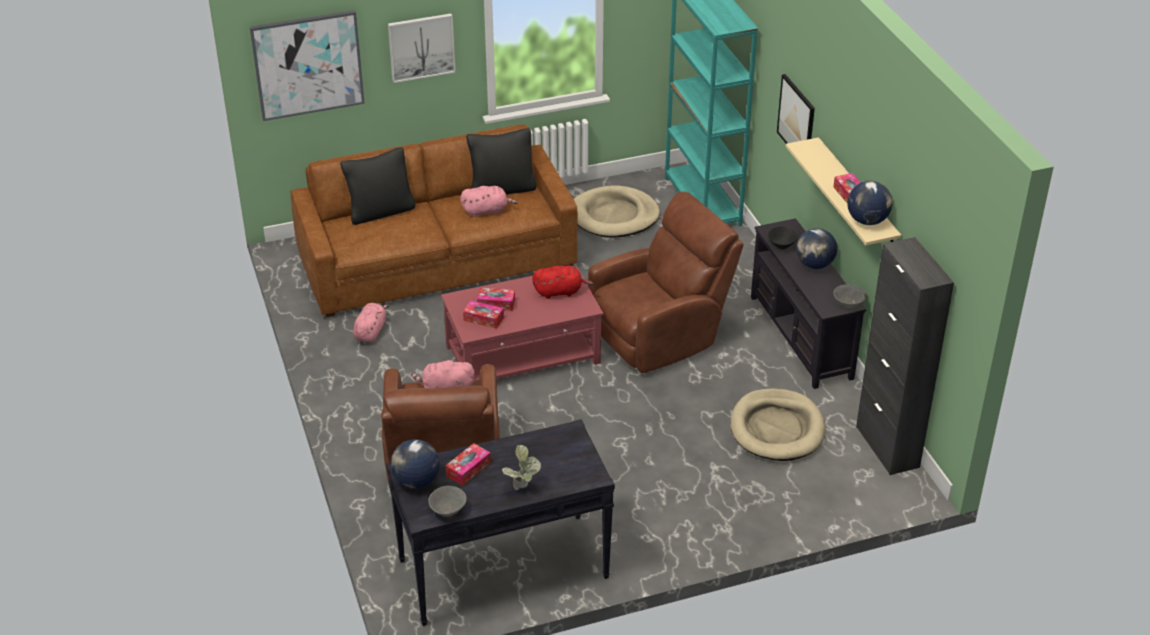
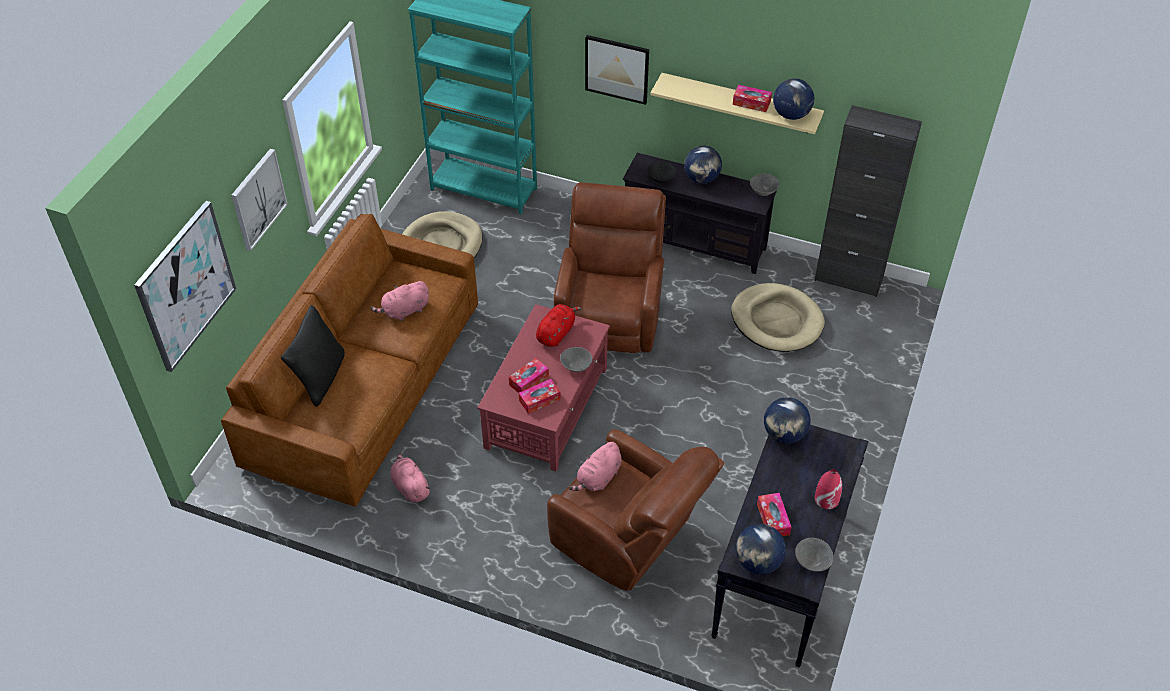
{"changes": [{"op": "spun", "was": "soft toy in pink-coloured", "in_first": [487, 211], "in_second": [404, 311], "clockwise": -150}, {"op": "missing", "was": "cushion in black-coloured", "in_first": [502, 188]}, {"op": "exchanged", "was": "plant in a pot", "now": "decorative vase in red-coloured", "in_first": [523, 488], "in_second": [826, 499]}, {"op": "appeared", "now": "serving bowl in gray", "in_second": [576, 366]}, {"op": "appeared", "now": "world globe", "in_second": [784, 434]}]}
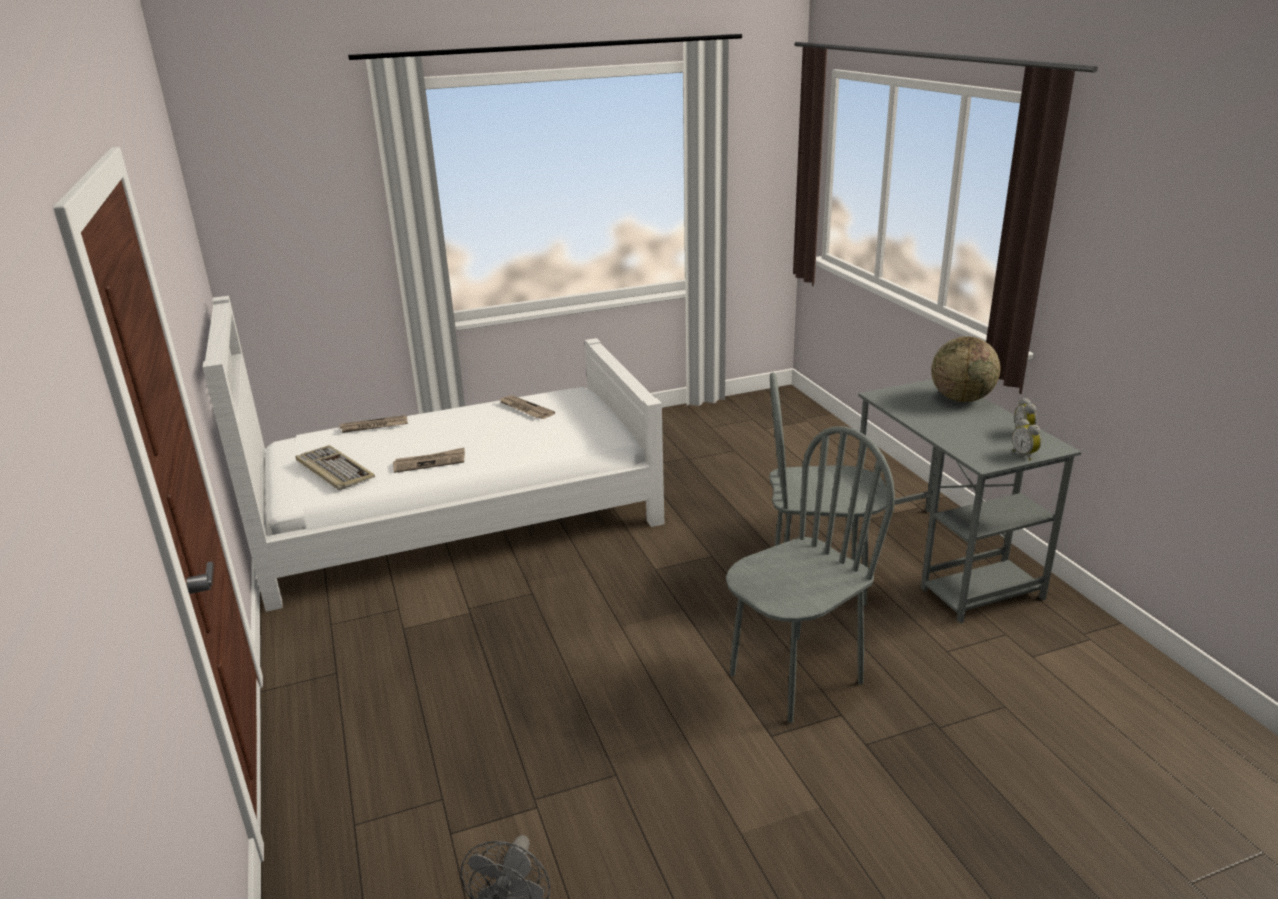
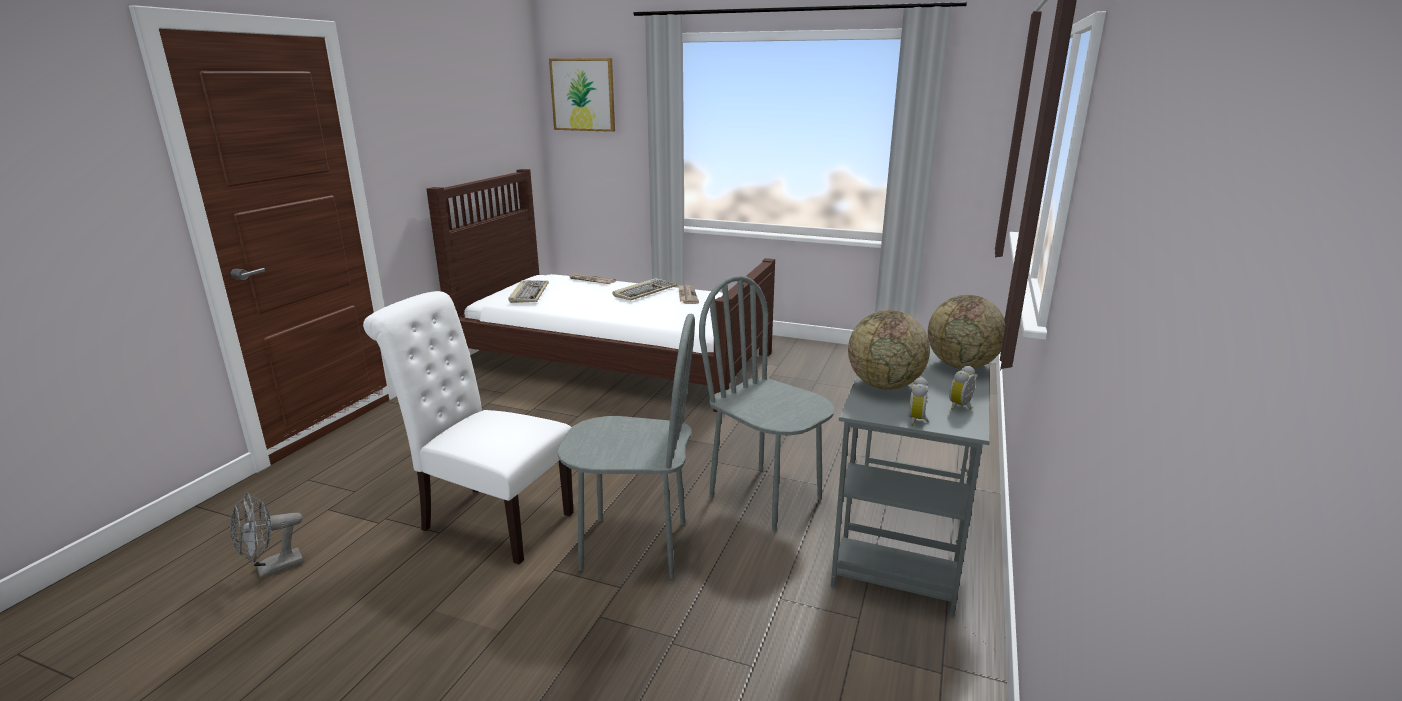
{"changes": [{"op": "colour", "was": "bed in whitish", "now": "bed in brownish", "in_first": [456, 516], "in_second": [614, 360]}, {"op": "missing", "was": "newspaper", "in_first": [430, 462]}, {"op": "appeared", "now": "upright chair in whitish", "in_second": [489, 519]}, {"op": "appeared", "now": "wall art", "in_second": [583, 95]}, {"op": "appeared", "now": "PC keyboard", "in_second": [644, 292]}, {"op": "appeared", "now": "world globe", "in_second": [884, 385]}]}
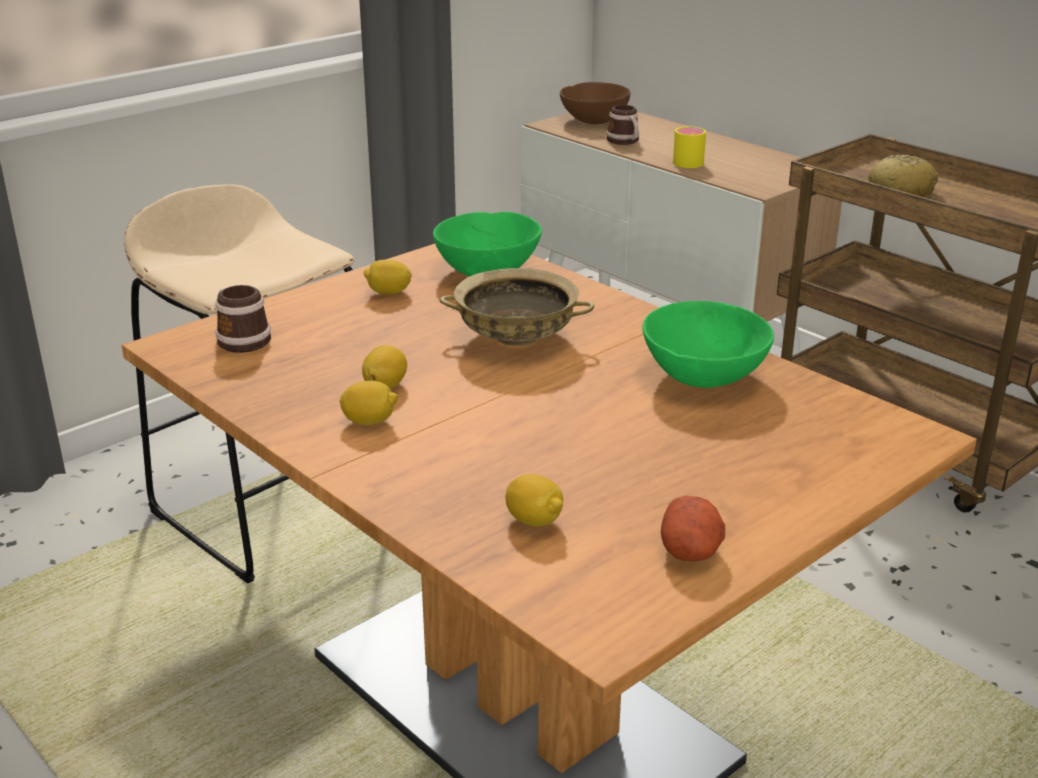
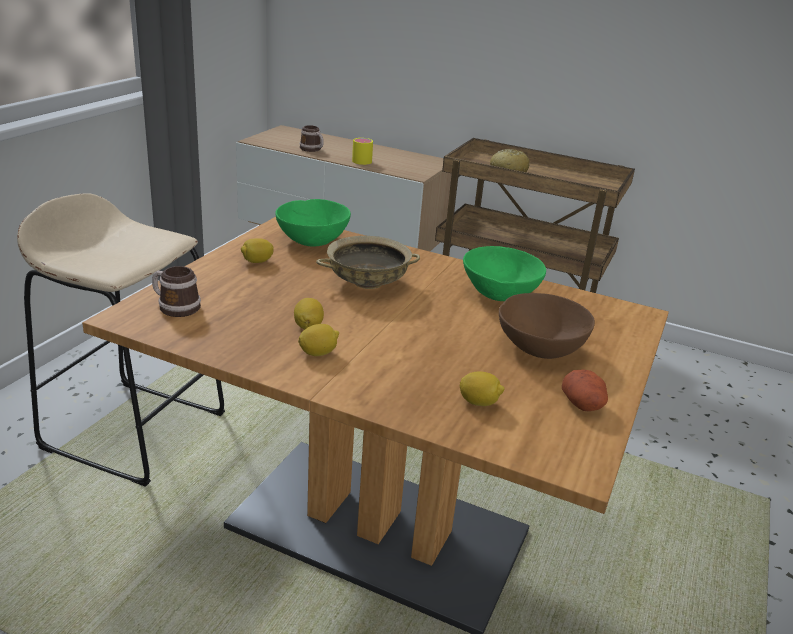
{"changes": [{"op": "relocated", "was": "serving bowl in brownish", "in_first": [594, 120], "in_second": [540, 348]}]}
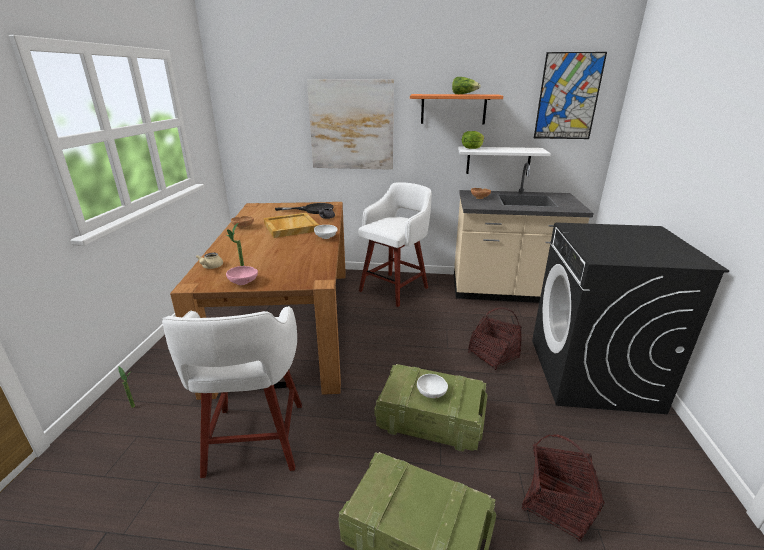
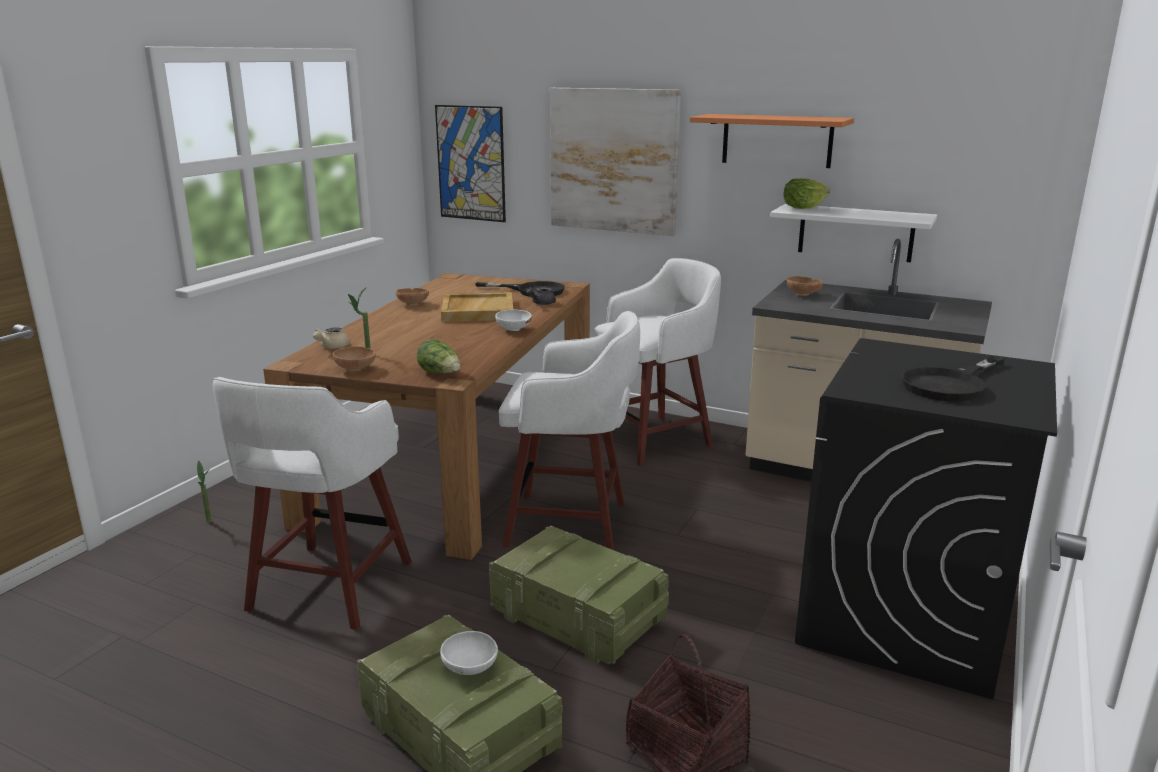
{"changes": [{"op": "colour", "was": "serving bowl in pink-coloured", "now": "serving bowl in brownish", "in_first": [244, 283], "in_second": [356, 370]}, {"op": "relocated", "was": "serving bowl in whitish", "in_first": [432, 394], "in_second": [470, 669]}, {"op": "relocated", "was": "lettuce", "in_first": [464, 94], "in_second": [441, 373]}, {"op": "missing", "was": "storage basket", "in_first": [493, 355]}, {"op": "relocated", "was": "wall art", "in_first": [568, 97], "in_second": [471, 163]}, {"op": "appeared", "now": "stool seat in whitish", "in_second": [571, 524]}, {"op": "appeared", "now": "pan in black-coloured", "in_second": [950, 384]}]}
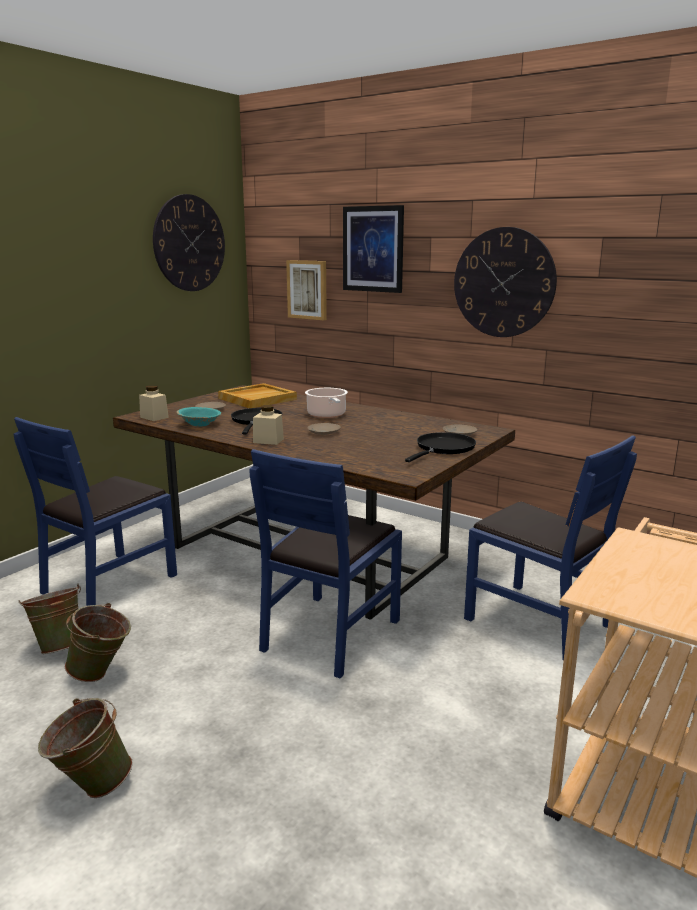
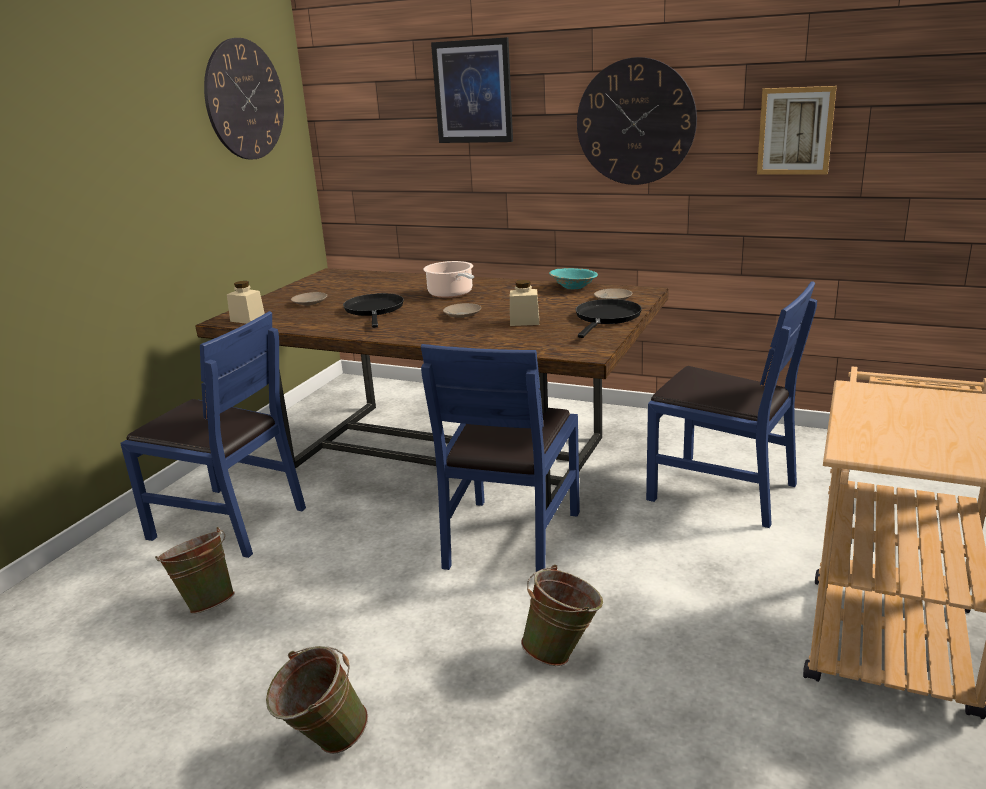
{"changes": [{"op": "spun", "was": "upright chair in bluish", "in_first": [109, 582], "in_second": [228, 522], "clockwise": -90}, {"op": "relocated", "was": "water bucket in greenish", "in_first": [102, 674], "in_second": [563, 653]}, {"op": "relocated", "was": "serving bowl in turquoise", "in_first": [199, 424], "in_second": [573, 287]}, {"op": "missing", "was": "tray in beige-coloured", "in_first": [257, 398]}, {"op": "relocated", "was": "preserve jar in beige-coloured", "in_first": [268, 441], "in_second": [524, 321]}, {"op": "relocated", "was": "wall art", "in_first": [307, 289], "in_second": [795, 131]}]}
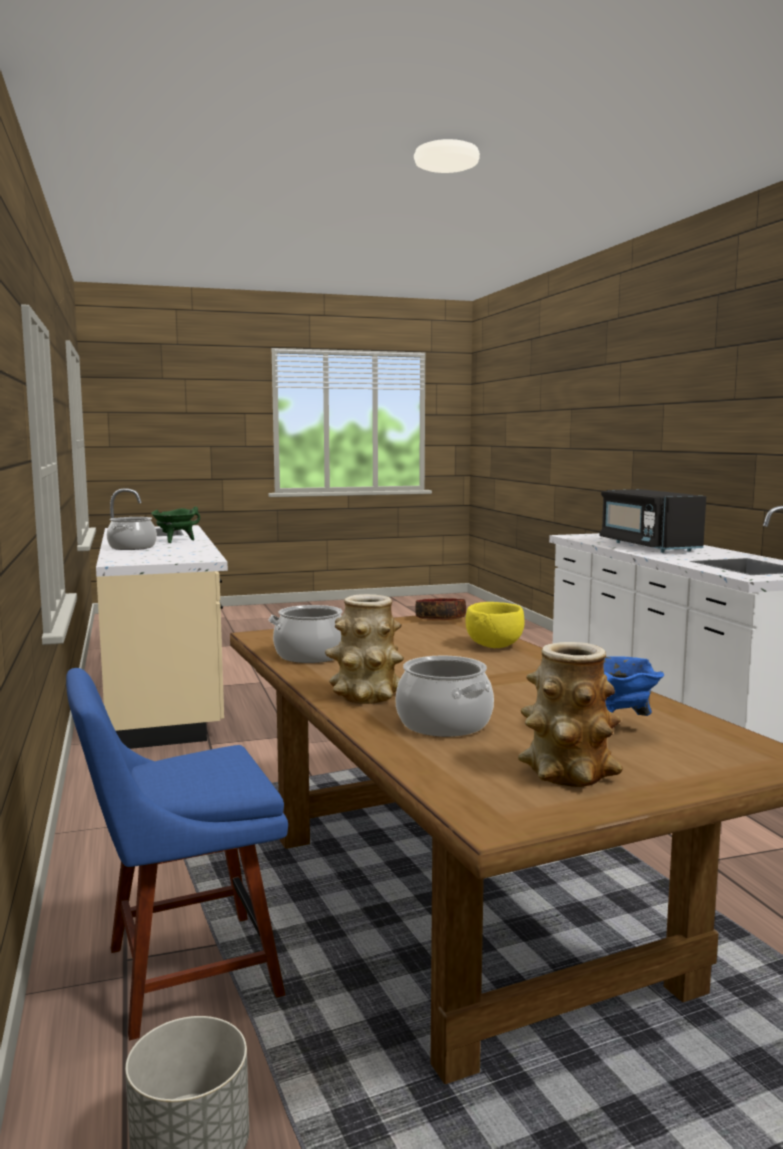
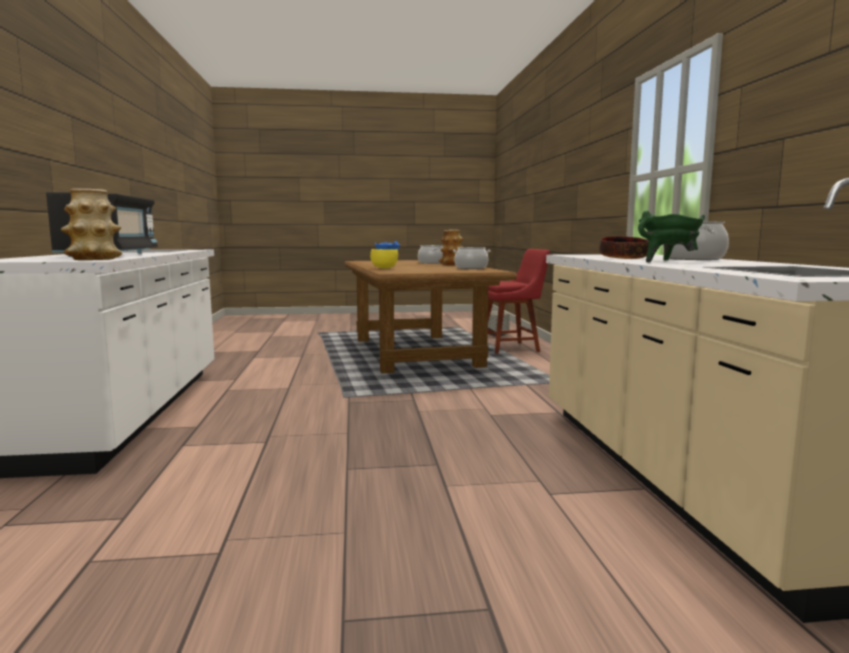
{"changes": [{"op": "colour", "was": "upright chair in bluish", "now": "upright chair in red-coloured", "in_first": [182, 974], "in_second": [512, 348]}, {"op": "relocated", "was": "serving bowl", "in_first": [441, 619], "in_second": [622, 258]}, {"op": "relocated", "was": "decorative vase", "in_first": [568, 773], "in_second": [94, 259]}]}
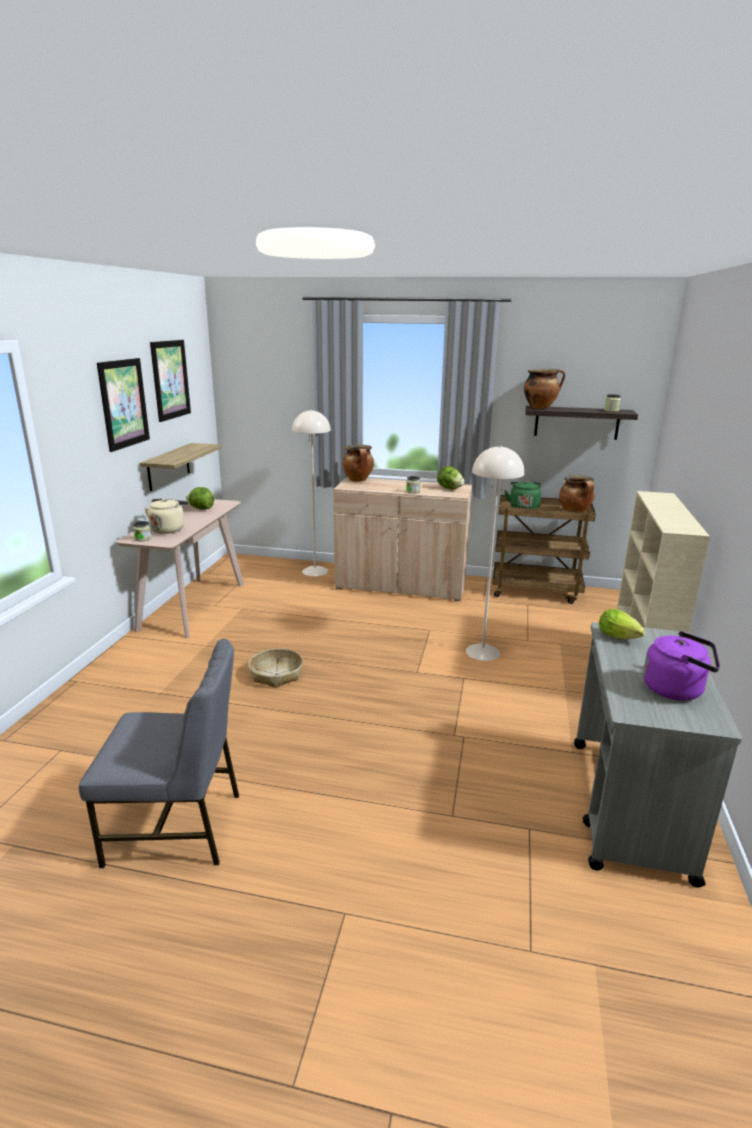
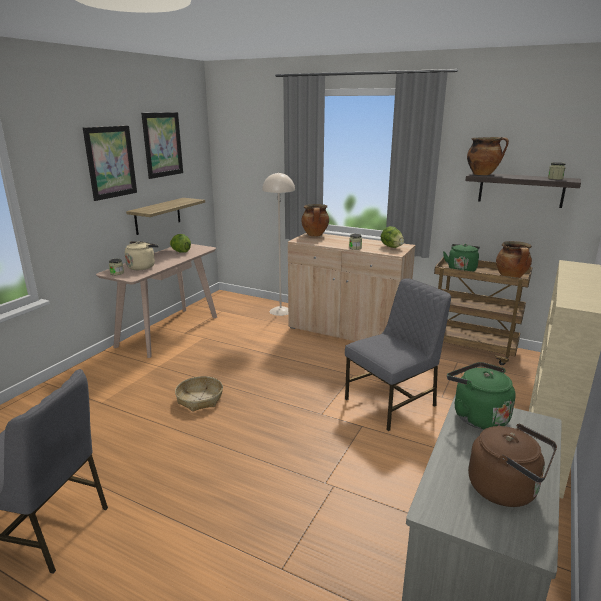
{"changes": [{"op": "exchanged", "was": "standard lamp in beige-coloured", "now": "upright chair in gray", "in_first": [483, 652], "in_second": [392, 402]}, {"op": "exchanged", "was": "lettuce", "now": "tea kettle in greenish", "in_first": [620, 638], "in_second": [477, 416]}, {"op": "colour", "was": "tea kettle in purple-coloured", "now": "tea kettle in brownish", "in_first": [676, 689], "in_second": [506, 489]}]}
